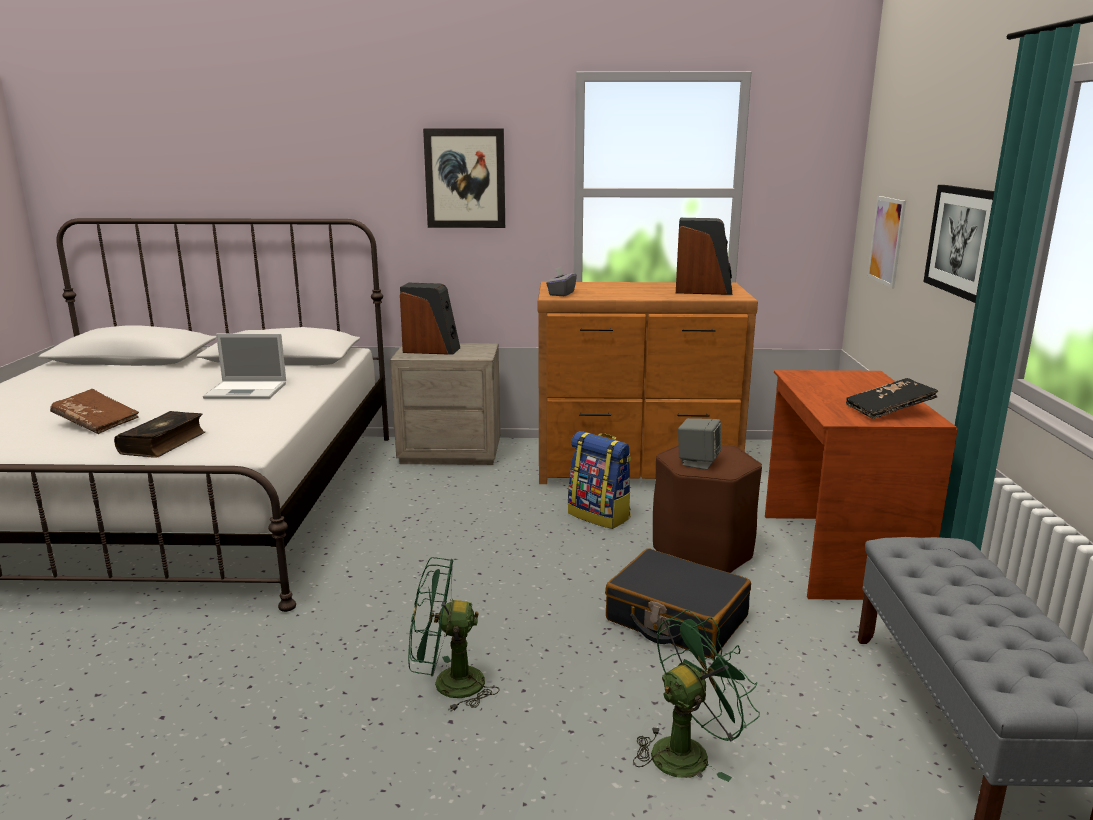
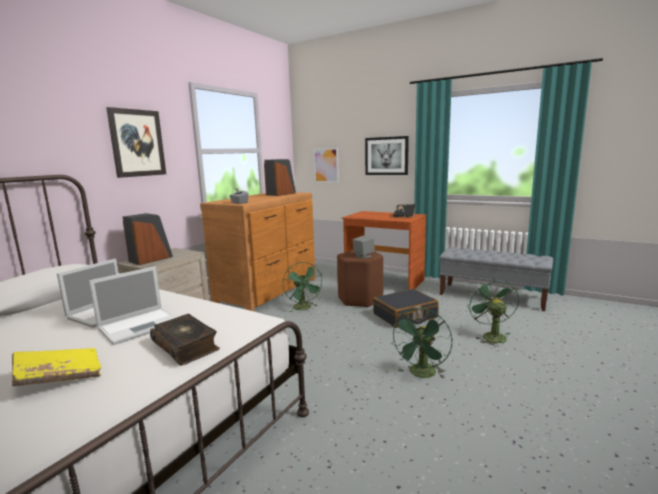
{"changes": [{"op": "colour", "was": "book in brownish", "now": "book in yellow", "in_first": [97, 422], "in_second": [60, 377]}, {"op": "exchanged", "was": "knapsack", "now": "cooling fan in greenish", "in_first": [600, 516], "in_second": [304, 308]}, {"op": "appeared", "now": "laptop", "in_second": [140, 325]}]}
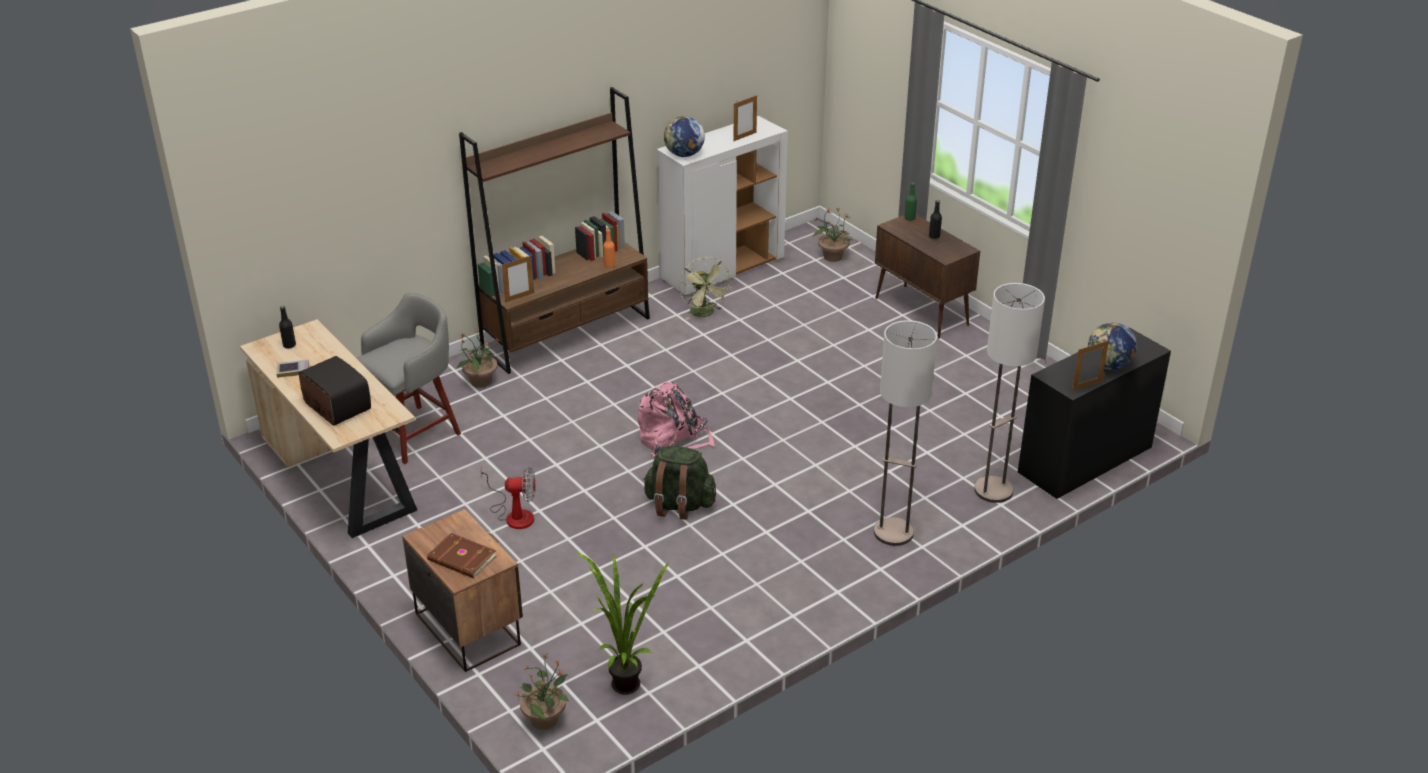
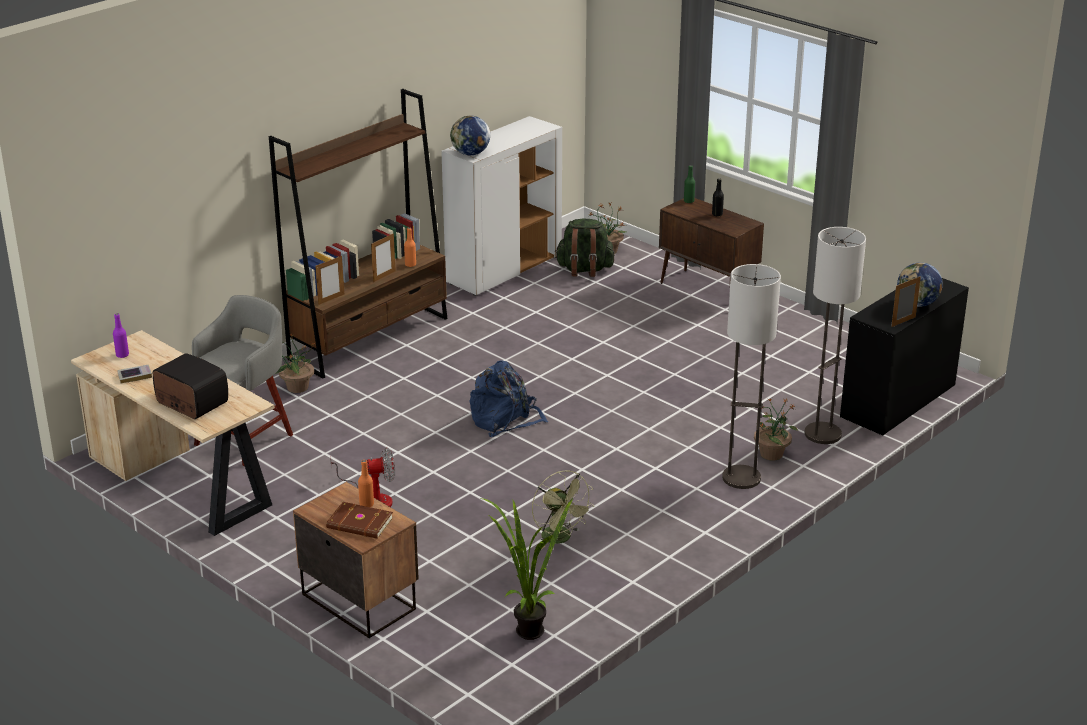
{"changes": [{"op": "colour", "was": "bottle in black-coloured", "now": "bottle in purple-coloured", "in_first": [289, 345], "in_second": [122, 355]}, {"op": "relocated", "was": "plant in a pot", "in_first": [545, 719], "in_second": [772, 454]}, {"op": "colour", "was": "knapsack in pink-coloured", "now": "knapsack in bluish", "in_first": [673, 439], "in_second": [505, 420]}, {"op": "relocated", "was": "knapsack in greenish", "in_first": [679, 505], "in_second": [584, 270]}, {"op": "relocated", "was": "cooling fan in greenish", "in_first": [705, 314], "in_second": [561, 539]}, {"op": "relocated", "was": "standing frame", "in_first": [745, 136], "in_second": [384, 276]}, {"op": "appeared", "now": "bottle in orange", "in_second": [366, 504]}]}
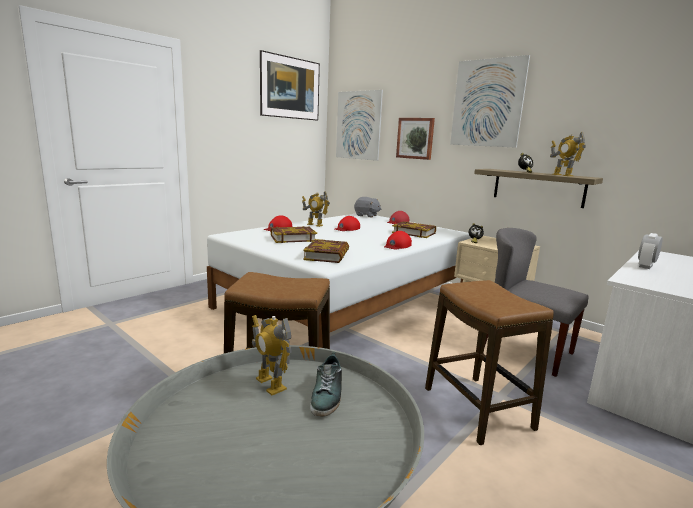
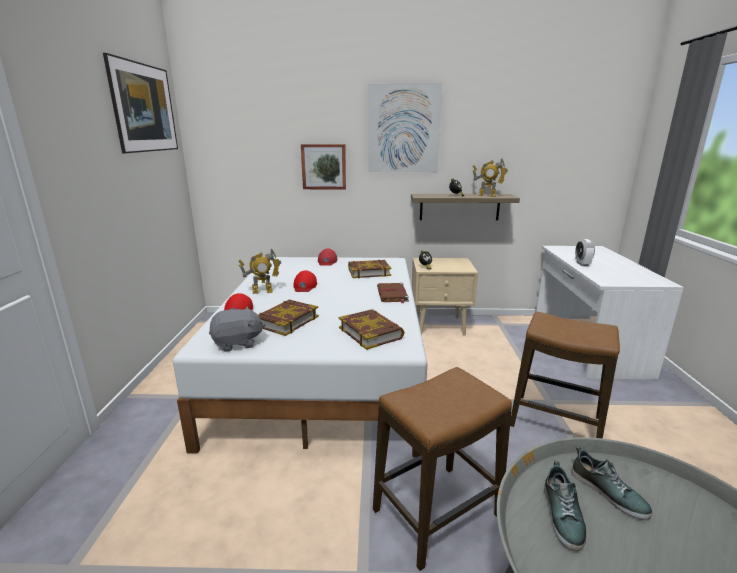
{"changes": [{"op": "exchanged", "was": "model robot", "now": "shoe", "in_first": [270, 384], "in_second": [563, 515]}, {"op": "missing", "was": "wall art", "in_first": [358, 125]}, {"op": "relocated", "was": "soft toy in gray", "in_first": [366, 215], "in_second": [237, 343]}, {"op": "exchanged", "was": "cap in red-coloured", "now": "book in brownish", "in_first": [397, 246], "in_second": [392, 294]}, {"op": "missing", "was": "upright chair in gray", "in_first": [525, 351]}]}
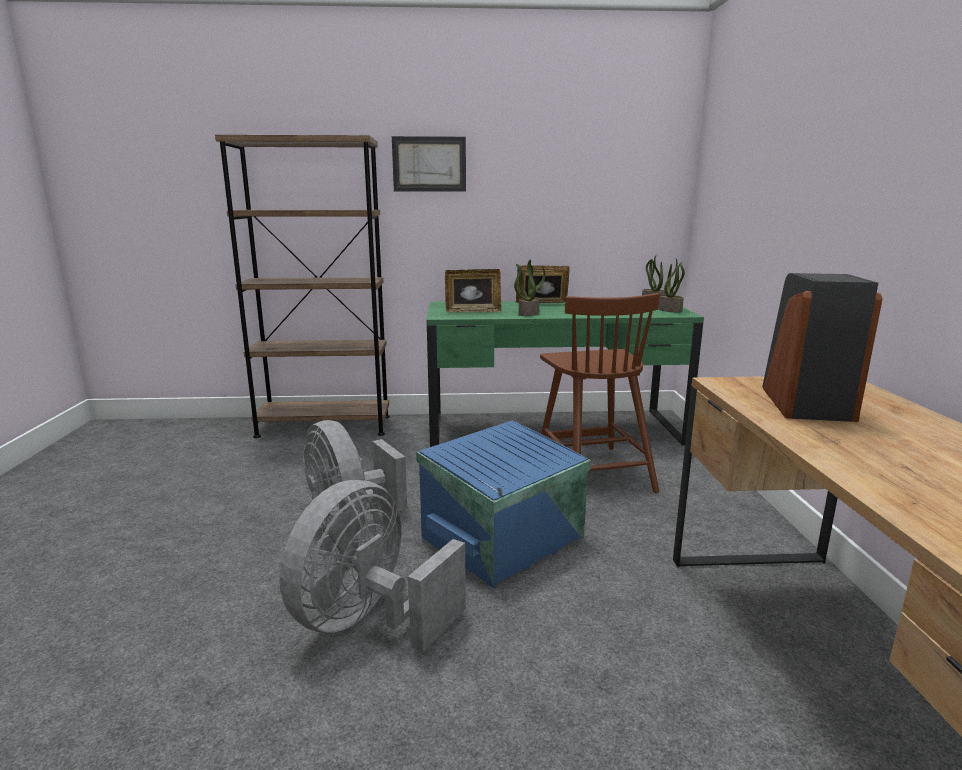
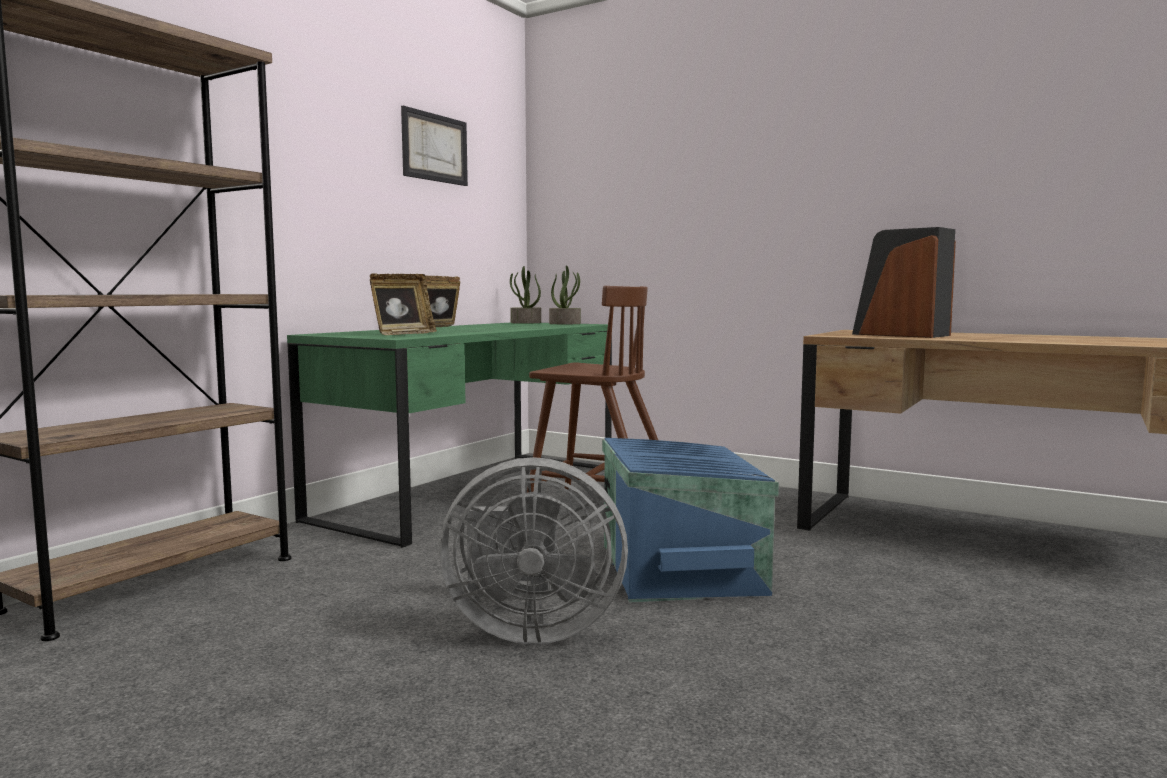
{"changes": [{"op": "missing", "was": "cooling fan in gray", "in_first": [369, 621]}, {"op": "relocated", "was": "wall art", "in_first": [429, 164], "in_second": [434, 148]}, {"op": "missing", "was": "plant in a pot", "in_first": [528, 313]}]}
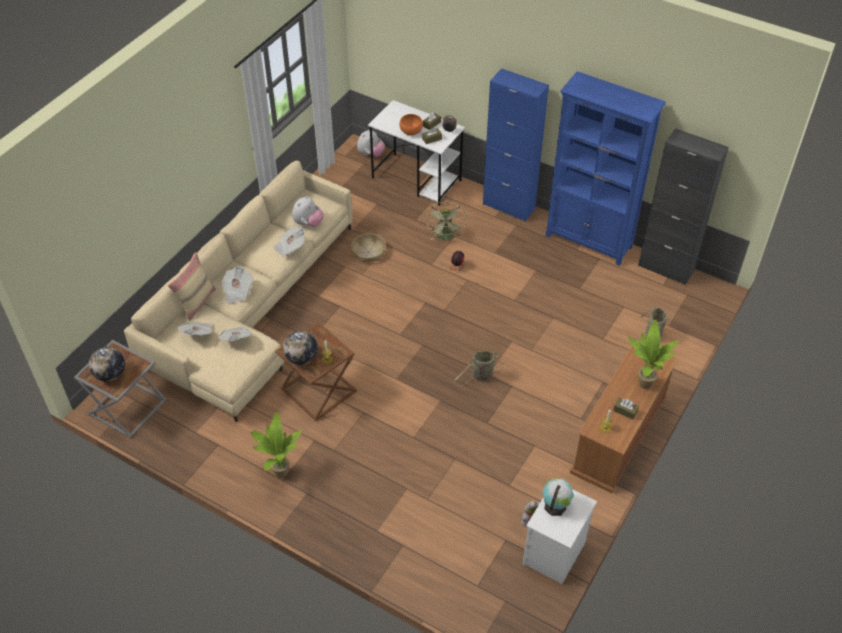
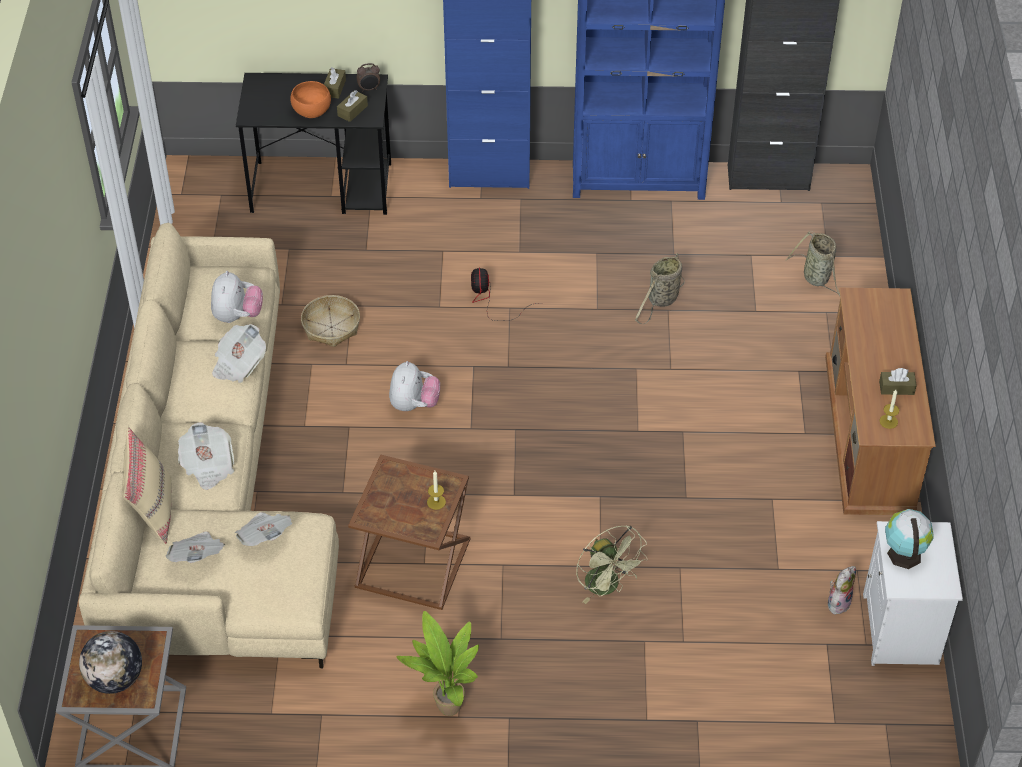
{"changes": [{"op": "missing", "was": "world globe", "in_first": [302, 358]}, {"op": "relocated", "was": "soft toy", "in_first": [371, 154], "in_second": [414, 404]}, {"op": "colour", "was": "desk table in whitish", "now": "desk table in black-coloured", "in_first": [417, 179], "in_second": [322, 188]}, {"op": "relocated", "was": "cooling fan in greenish", "in_first": [446, 237], "in_second": [607, 587]}, {"op": "relocated", "was": "storage basket", "in_first": [481, 376], "in_second": [661, 300]}, {"op": "missing", "was": "plant in a pot", "in_first": [642, 383]}]}
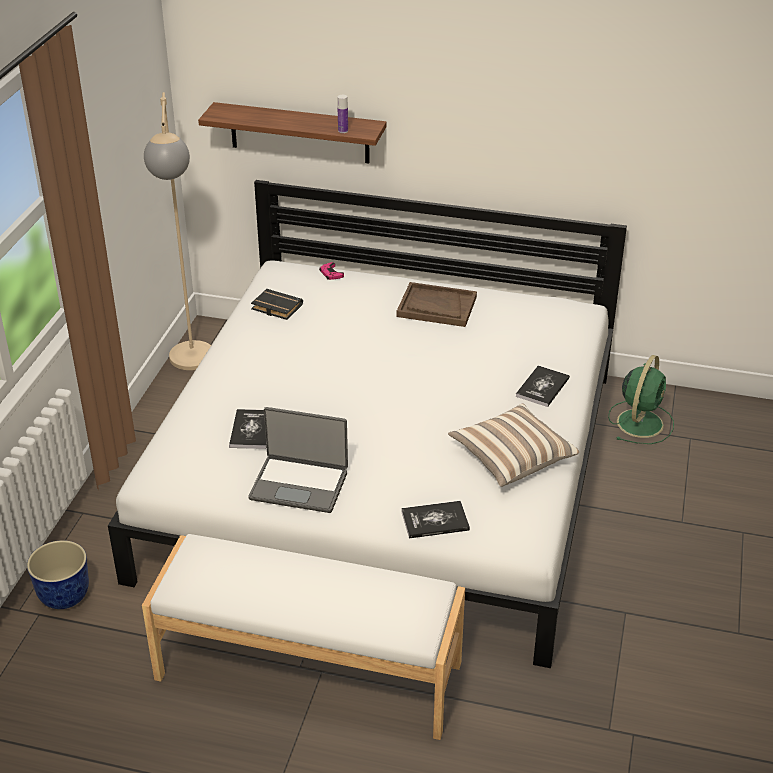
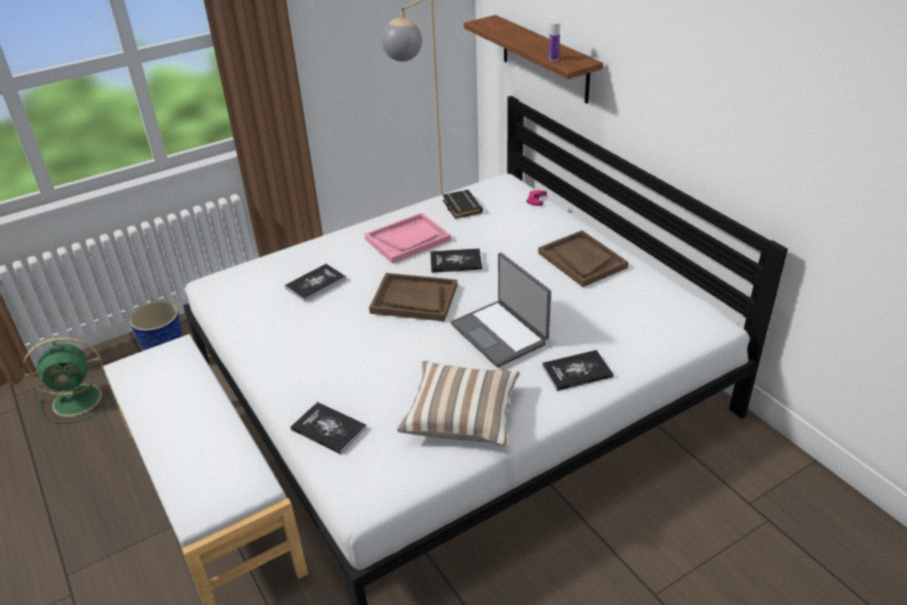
{"changes": [{"op": "relocated", "was": "laptop", "in_first": [299, 484], "in_second": [500, 334]}, {"op": "relocated", "was": "cooling fan in greenish", "in_first": [640, 422], "in_second": [80, 399]}, {"op": "appeared", "now": "tray in pink-coloured", "in_second": [407, 239]}, {"op": "appeared", "now": "tray in brownish", "in_second": [414, 299]}, {"op": "appeared", "now": "book", "in_second": [456, 262]}]}
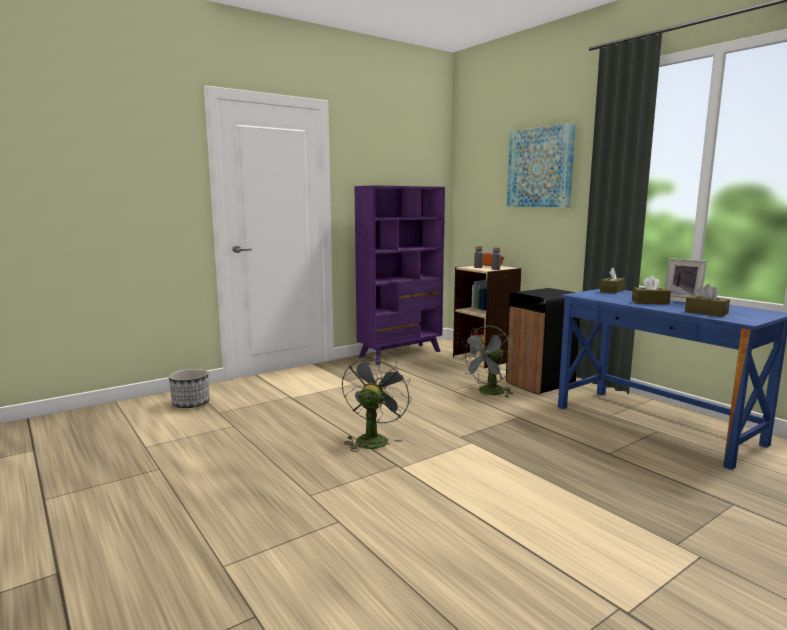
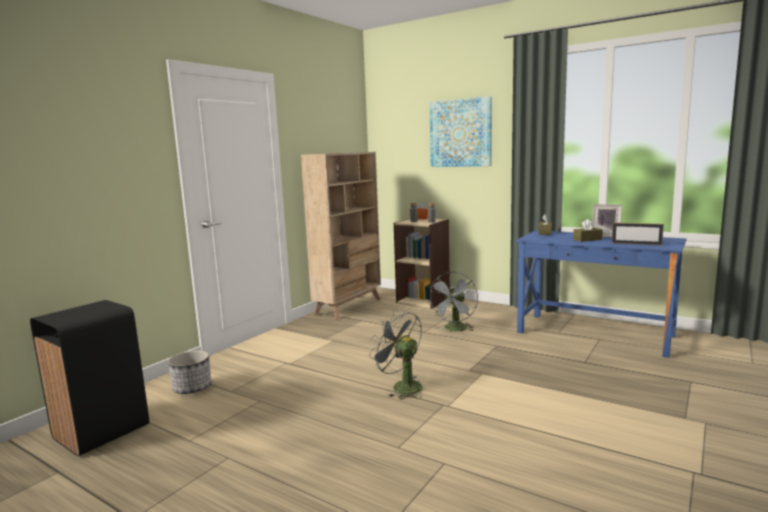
{"changes": [{"op": "spun", "was": "cooling fan in gray", "in_first": [373, 439], "in_second": [401, 387], "clockwise": -45}, {"op": "colour", "was": "bookshelf in purple-coloured", "now": "bookshelf in beige-coloured", "in_first": [401, 354], "in_second": [349, 306]}, {"op": "relocated", "was": "trash can in black-coloured", "in_first": [541, 384], "in_second": [102, 431]}, {"op": "exchanged", "was": "tissue box in brownish", "now": "standing frame", "in_first": [706, 313], "in_second": [636, 244]}]}
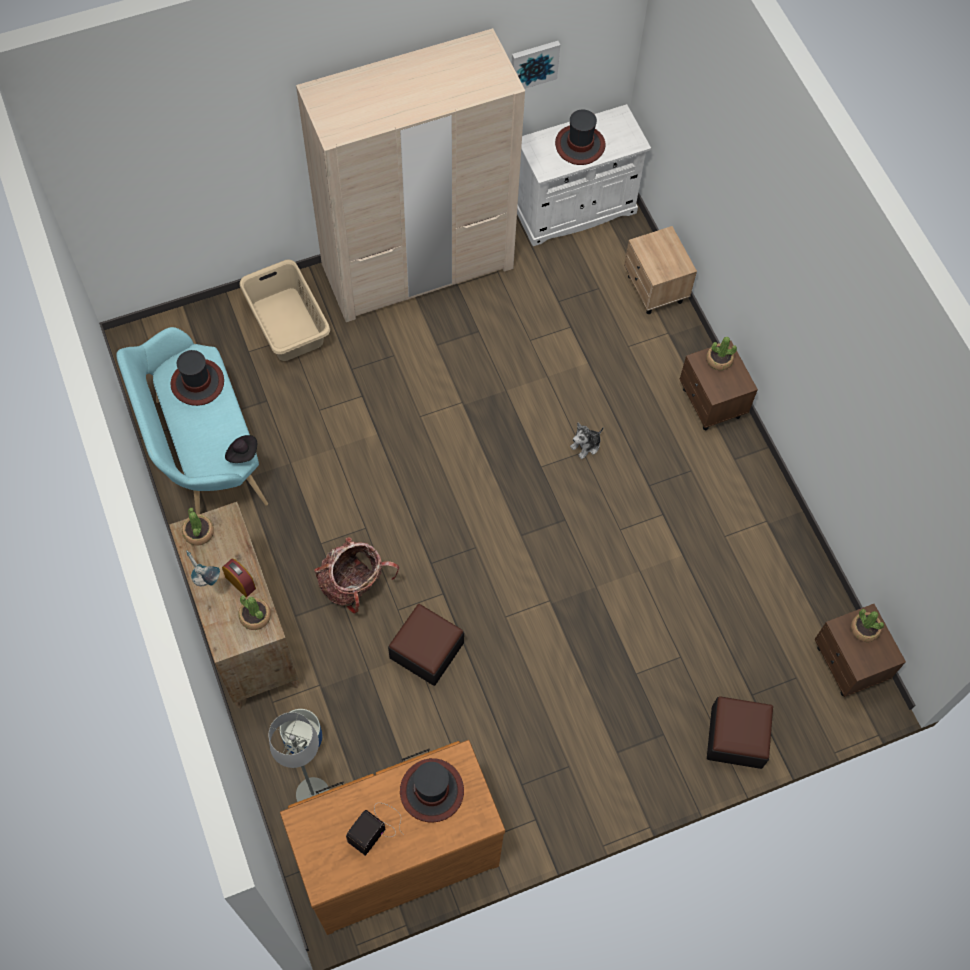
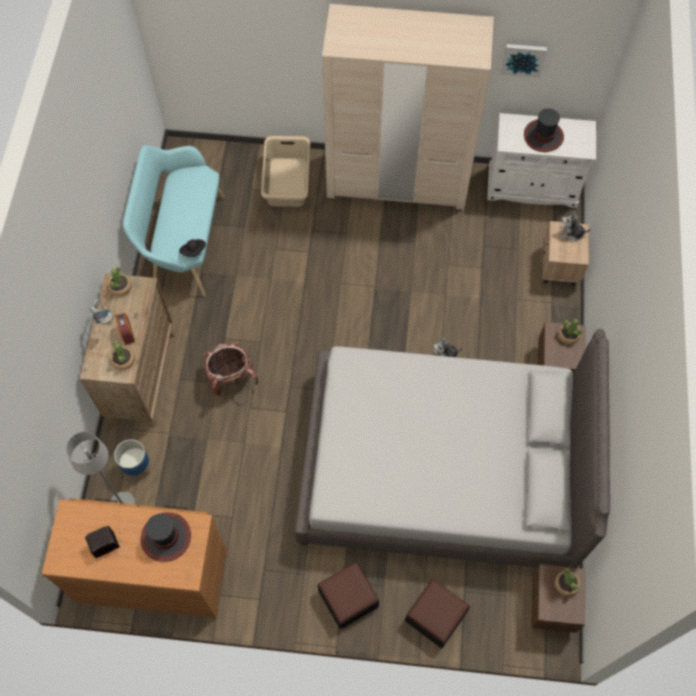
{"changes": [{"op": "missing", "was": "hat", "in_first": [198, 383]}, {"op": "relocated", "was": "pouffe", "in_first": [426, 650], "in_second": [348, 598]}, {"op": "appeared", "now": "bed in gray", "in_second": [440, 469]}, {"op": "appeared", "now": "soft toy", "in_second": [571, 234]}]}
